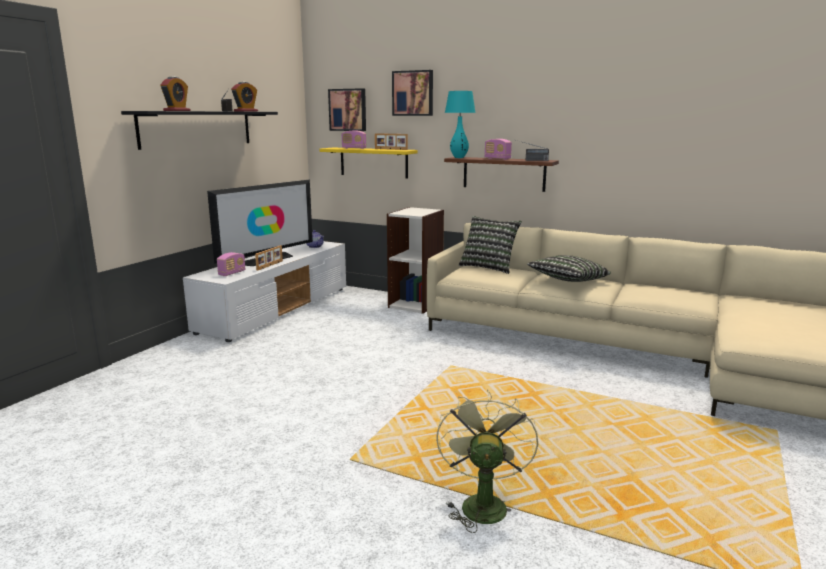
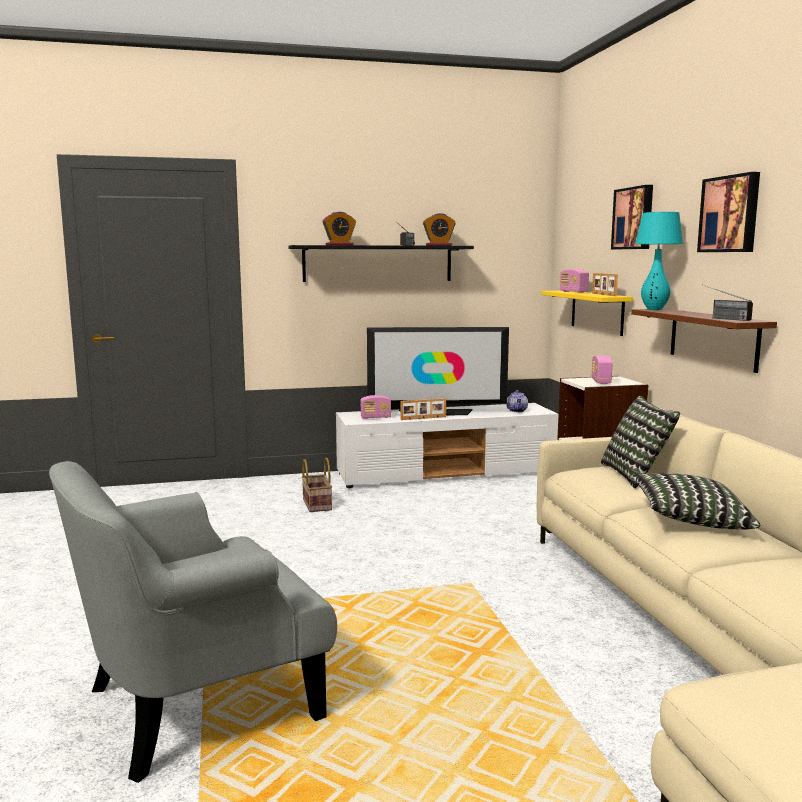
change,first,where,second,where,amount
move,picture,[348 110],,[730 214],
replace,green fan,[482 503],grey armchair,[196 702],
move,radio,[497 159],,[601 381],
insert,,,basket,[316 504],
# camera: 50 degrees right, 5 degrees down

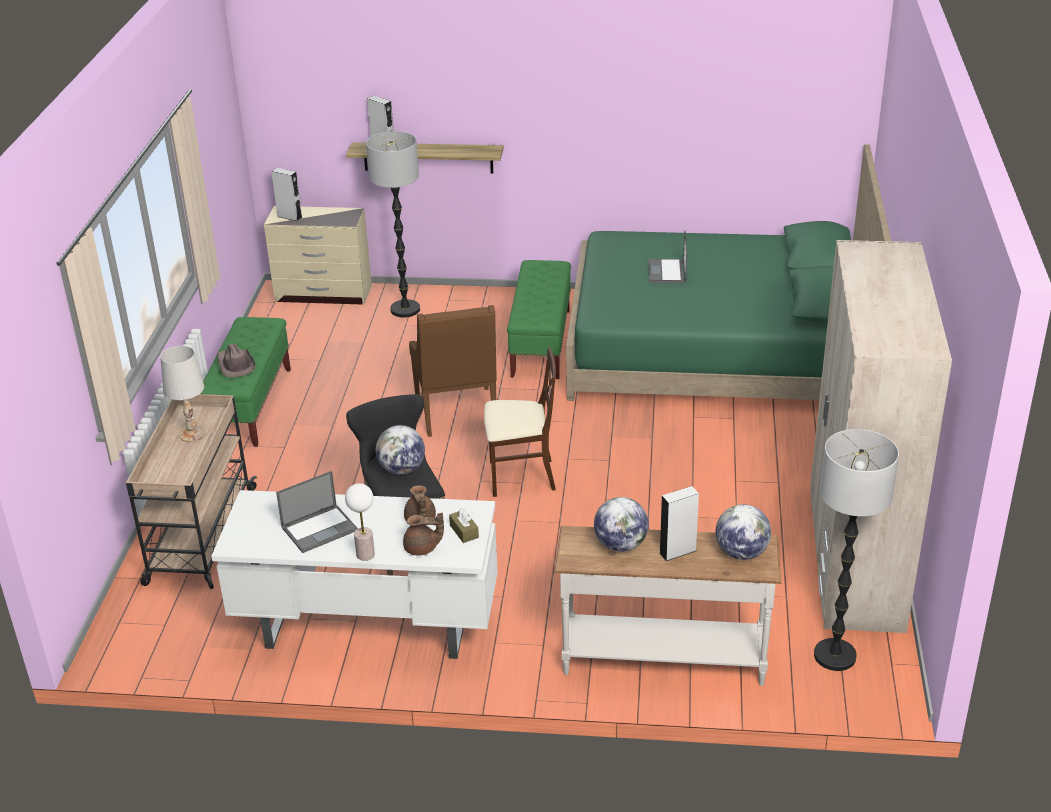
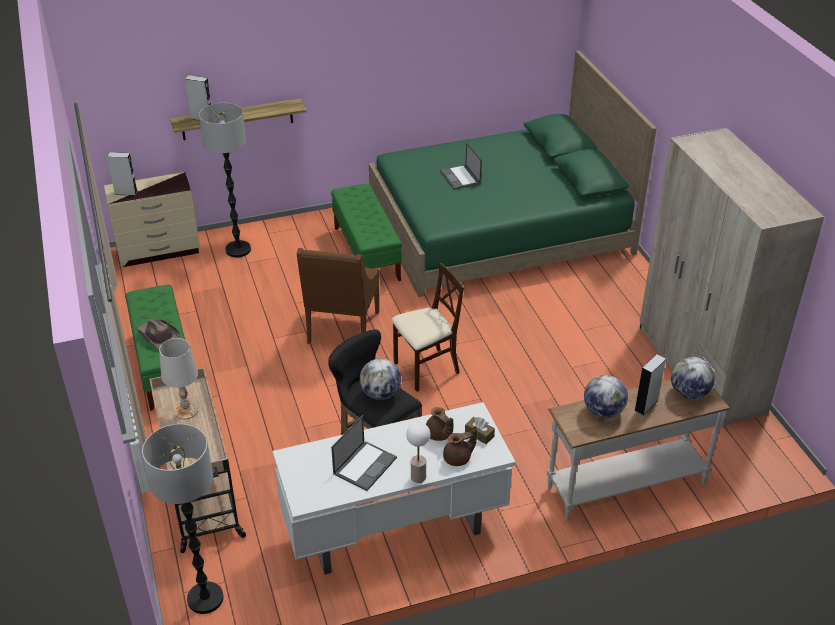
change,first,where,second,where,amount
rotate,brown armchair,[457 413],,[341 329],45 degrees clockwise
move,floor lamp,[835 656],,[205 598],
# camera: 25 degrees left, 5 degrees up

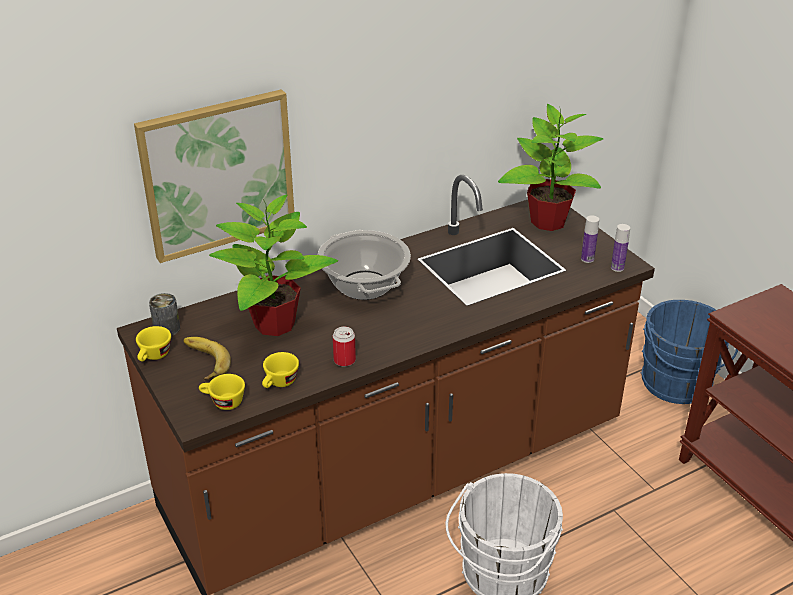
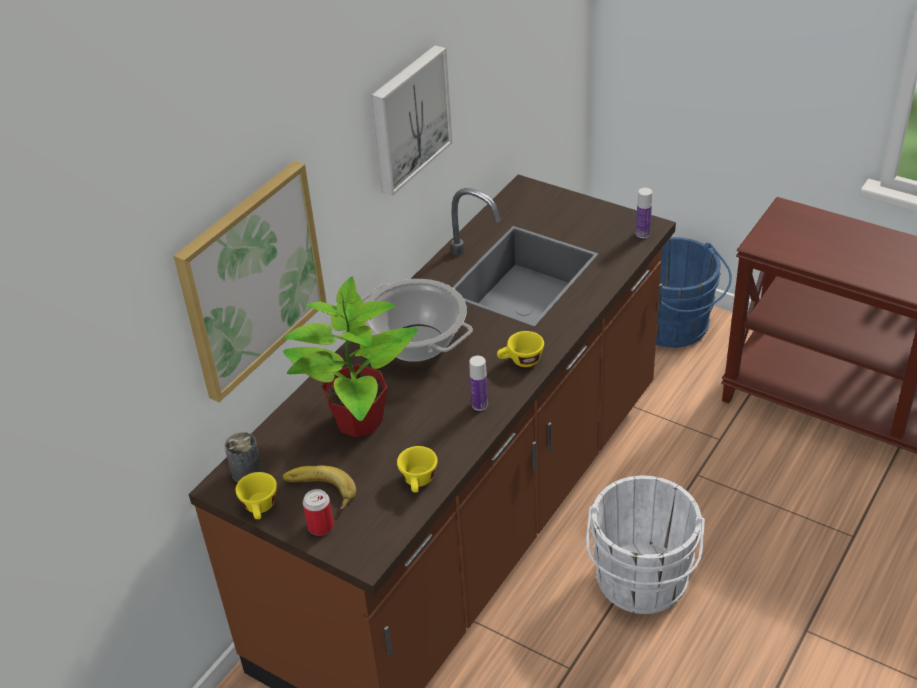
change,first,where,second,where,amount
move,yellow cup,[223 402],,[520 361],
move,can,[344 360],,[320 526],
delete,potted plant,[547 221],,,
move,bottle,[587 259],,[479 405],
insert,,,picture,[408 118],
# camera: 25 degrees left, 5 degrees up

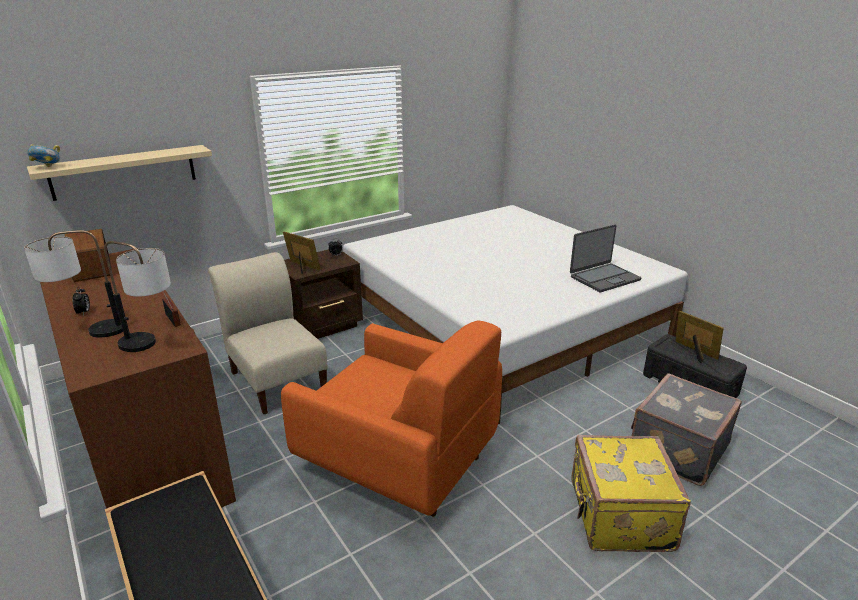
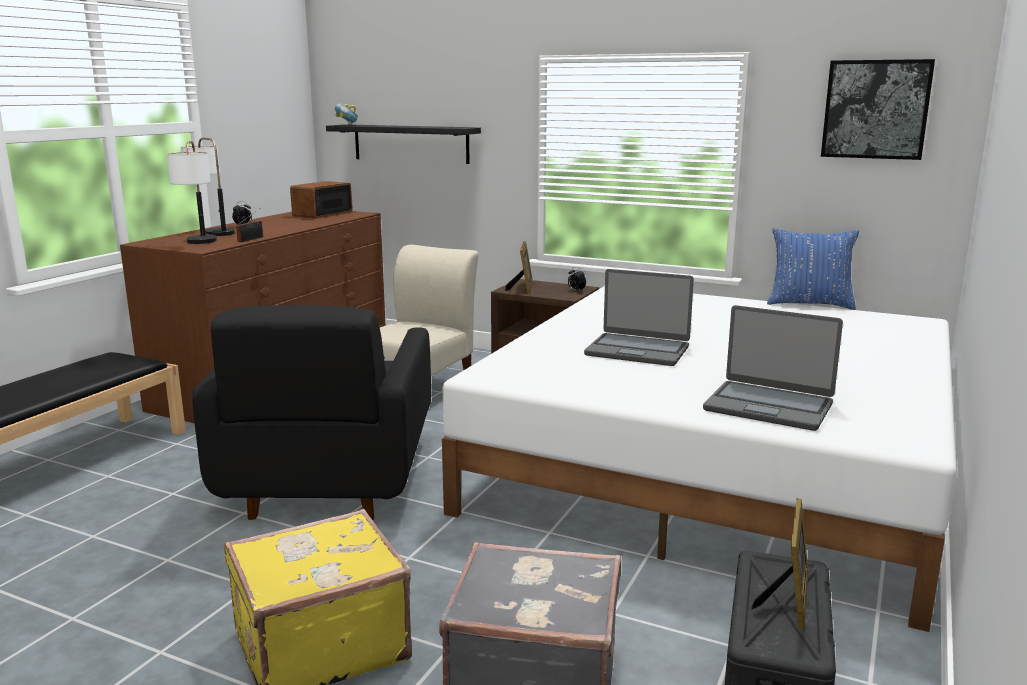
change,first,where,second,where,amount
recolor,beige shelf,[124 172],black shelf,[410 143],
recolor,orange armchair,[399 461],black armchair,[330 479],
insert,,,laptop,[637 351],
insert,,,blue pillow,[809 304],
insert,,,picture,[876 109],
# camera: 60 degrees right, 10 degrees down

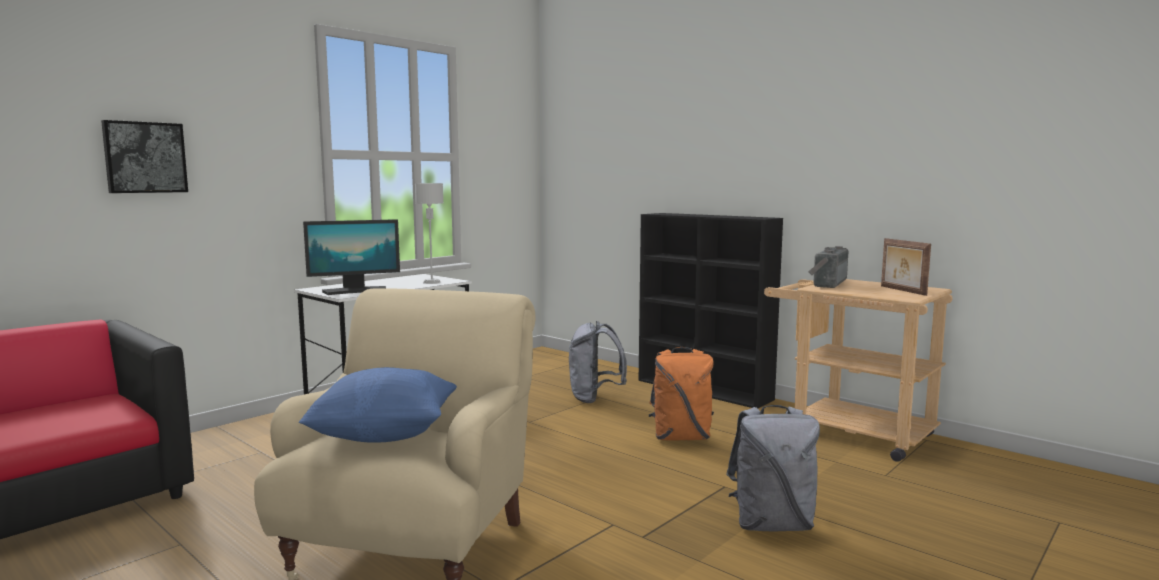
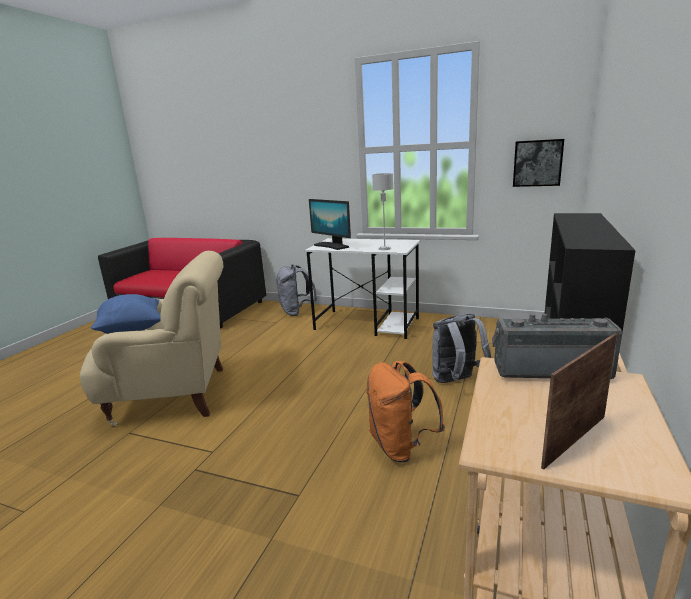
change,first,where,second,where,amount
move,picture,[145 157],,[537 163],
move,grey backpack,[771 524],,[296 312],
# camera: 70 degrees right, 10 degrees up

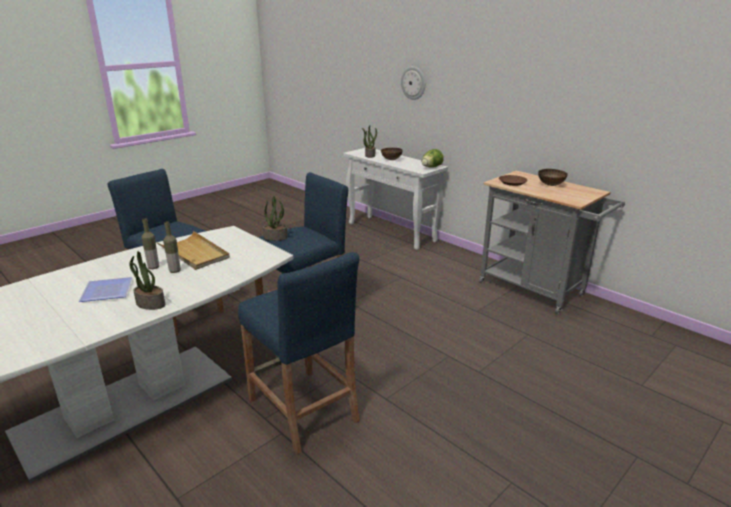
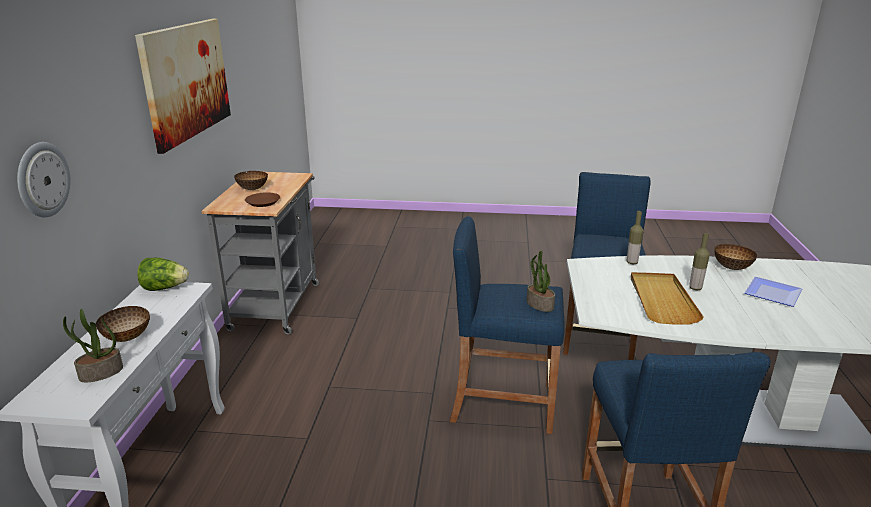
change,first,where,second,where,amount
replace,potted plant,[150 304],bowl,[732 268],
move,bottle,[153 267],,[632 262],
insert,,,picture,[186 80],
# camera: 130 degrees left, 0 degrees up

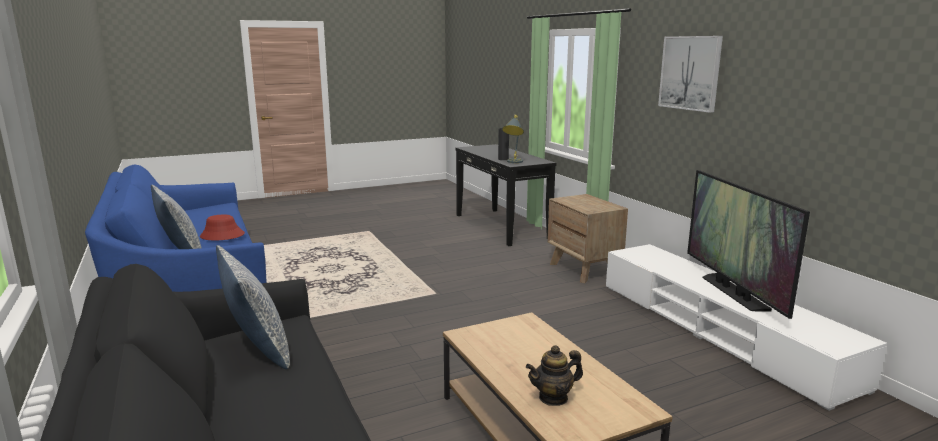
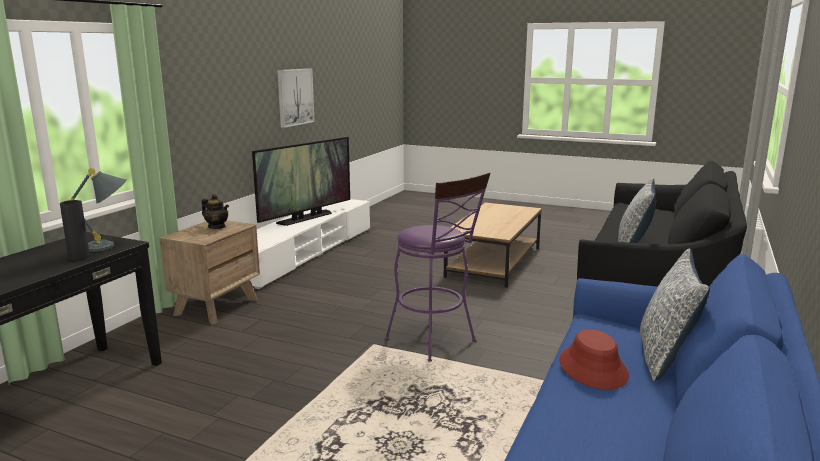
change,first,where,second,where,amount
move,teapot,[553 397],,[217 227],
move,picture,[690 73],,[295 97],
insert,,,purple stool,[435 342],
# camera: 130 degrees left, 0 degrees up

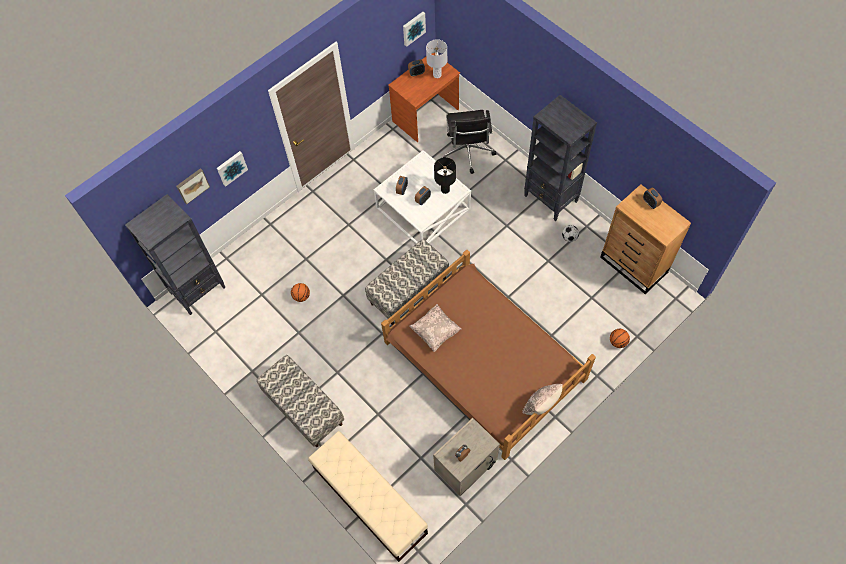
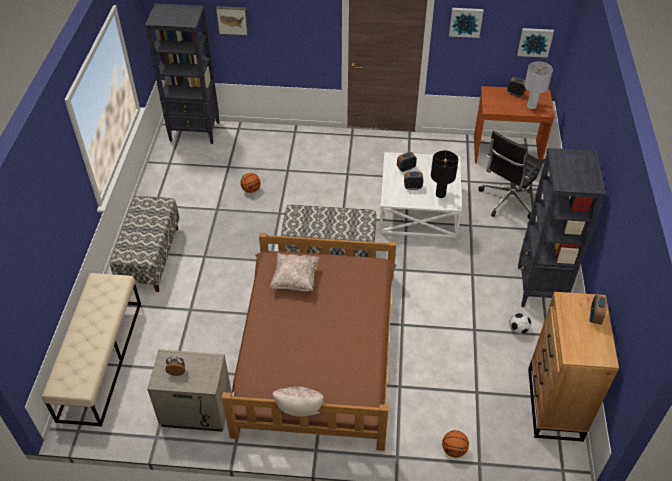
change,first,where,second,where,amount
move,picture,[231 167],,[465 21],
# camera: 45 degrees right, 15 degrees down

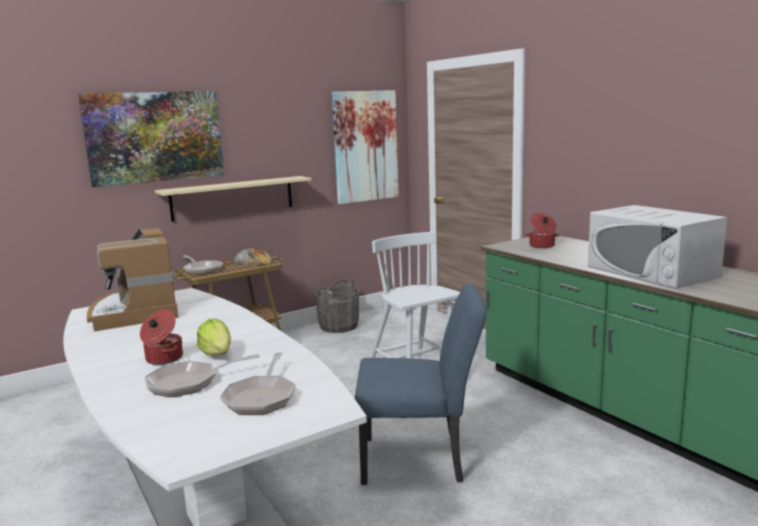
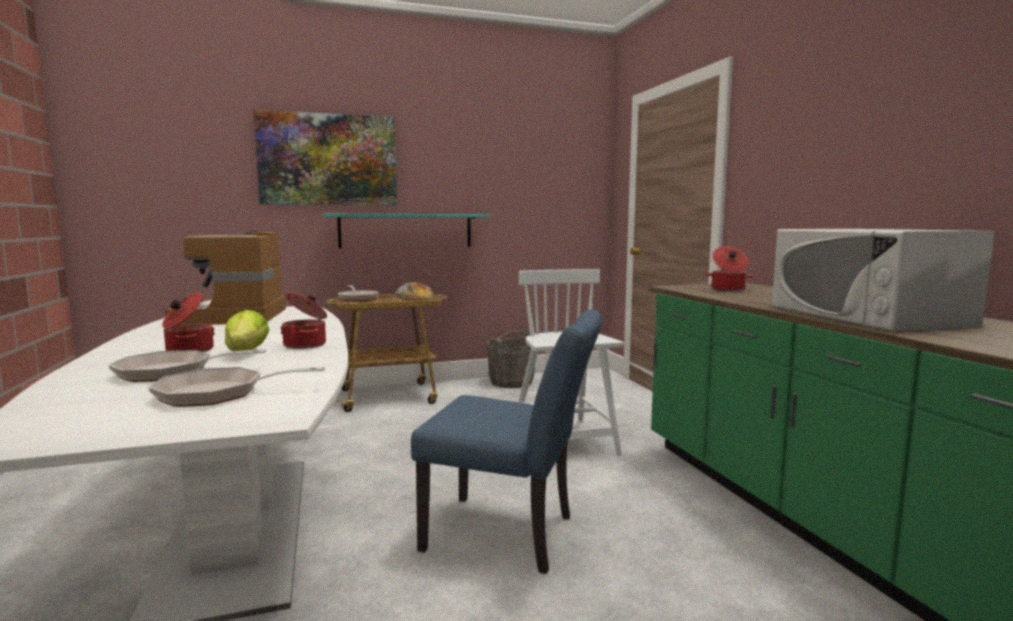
change,first,where,second,where,amount
recolor,beige shelf,[233 198],turquoise shelf,[406 230],
rotate,frying pan,[261 397],,[219 394],60 degrees clockwise
delete,picture,[365 146],,,
insert,,,cooking pot,[306 345],
# camera: 15 degrees right, 5 degrees down

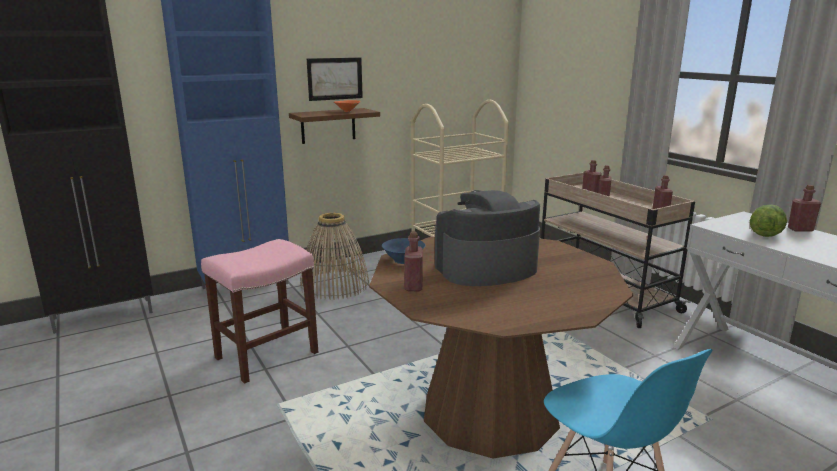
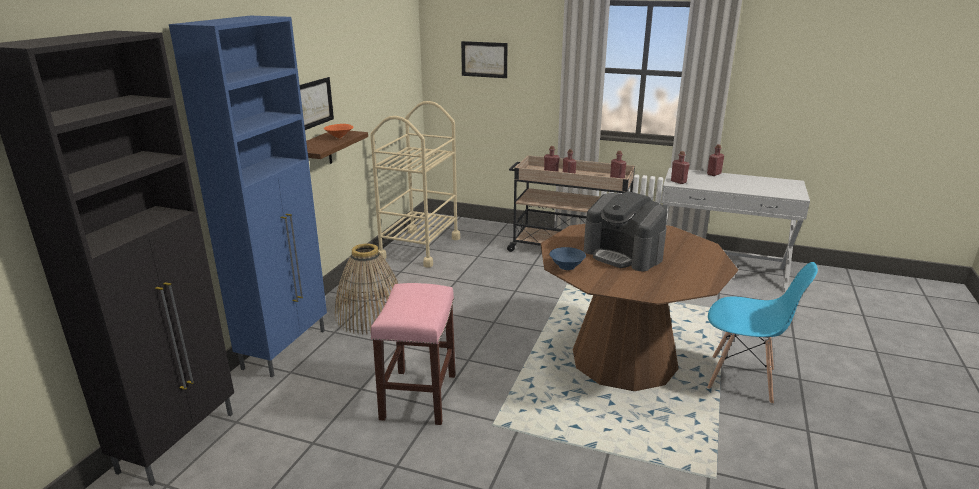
change,first,where,second,where,amount
move,red bottle,[413 286],,[678 181],
rotate,coffee machine,[486 268],,[623 254],75 degrees counterclockwise
delete,lettuce,[765 233],,,
insert,,,picture,[484 59],
# camera: 40 degrees left, 5 degrees up

